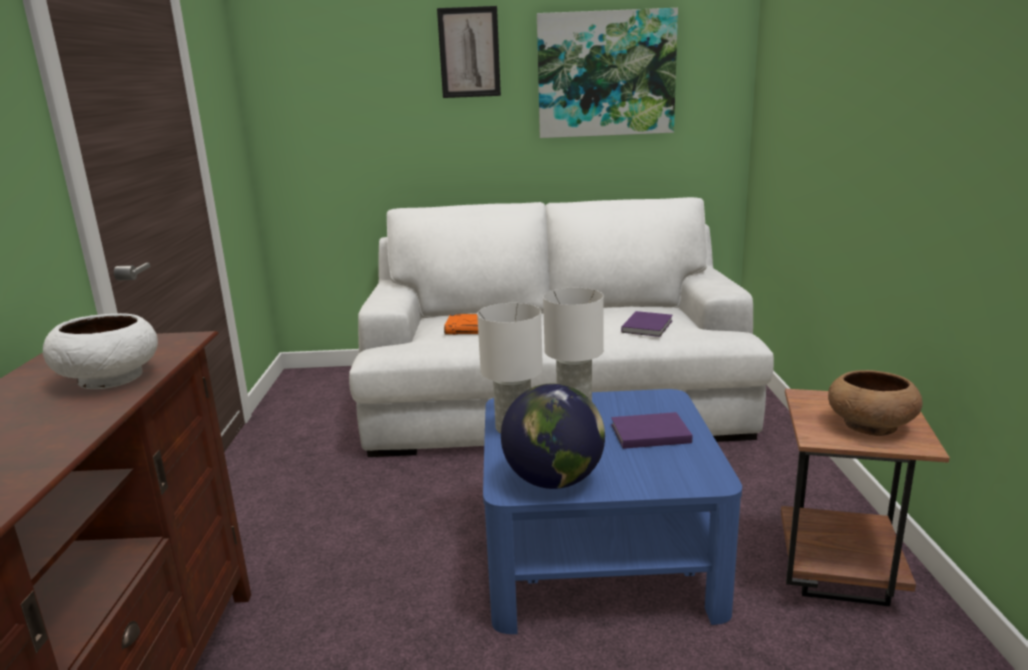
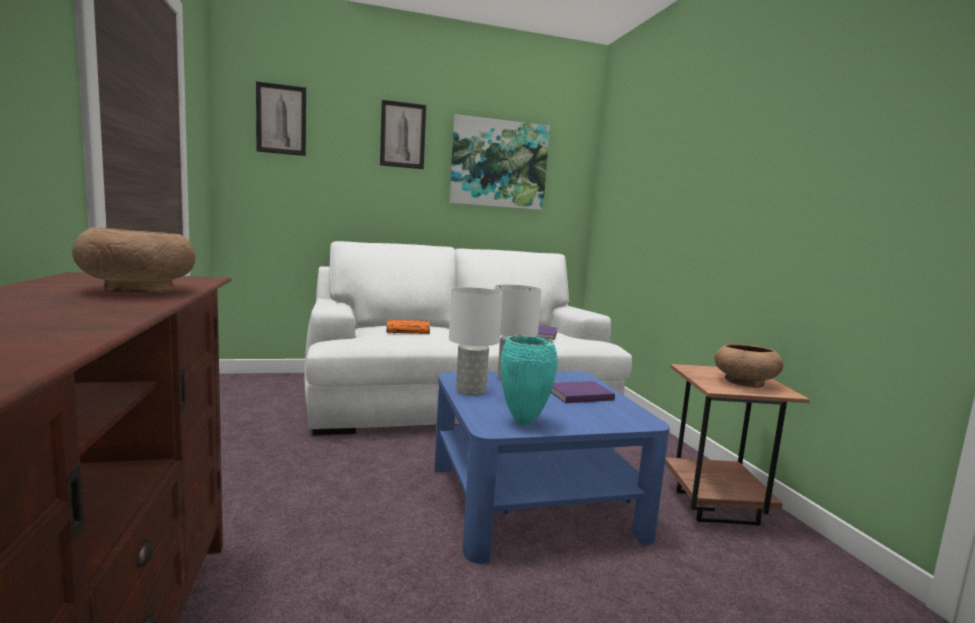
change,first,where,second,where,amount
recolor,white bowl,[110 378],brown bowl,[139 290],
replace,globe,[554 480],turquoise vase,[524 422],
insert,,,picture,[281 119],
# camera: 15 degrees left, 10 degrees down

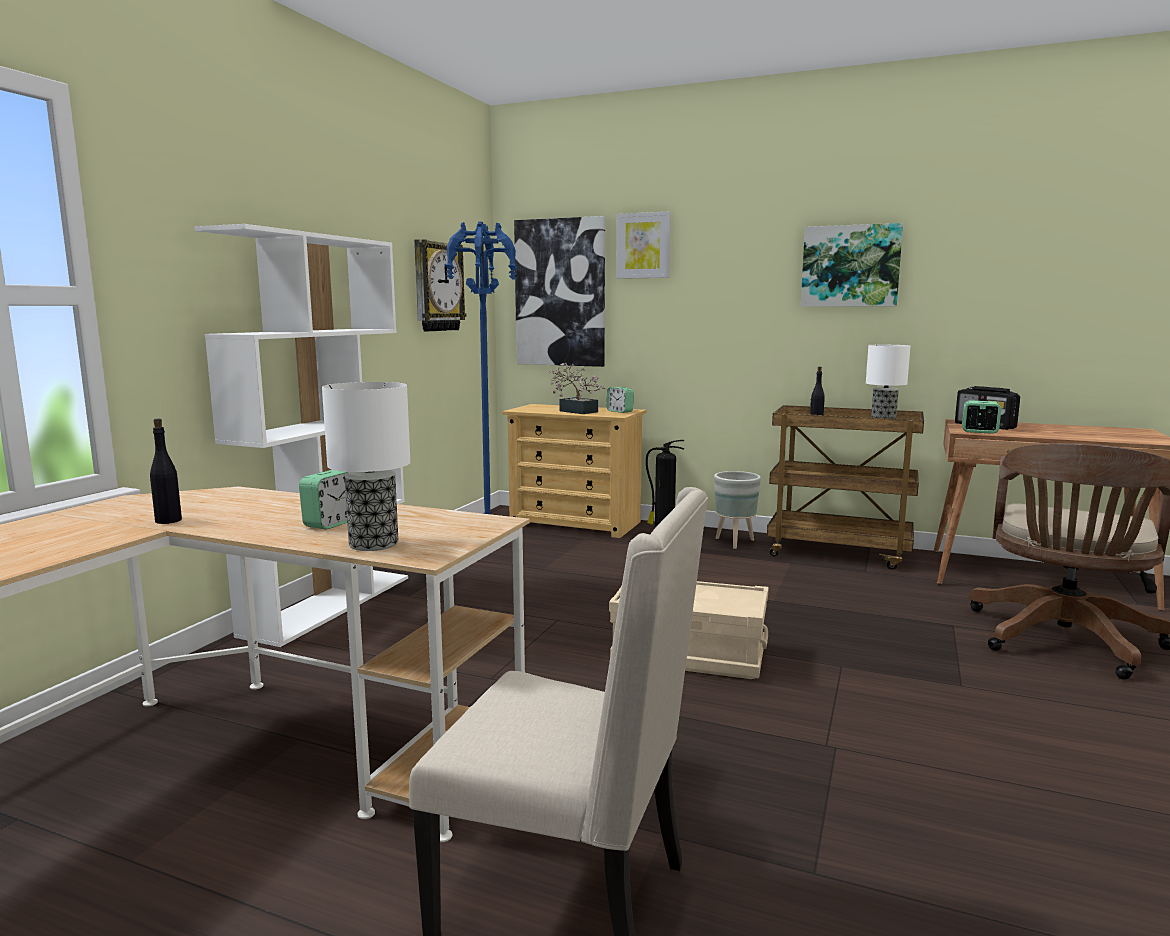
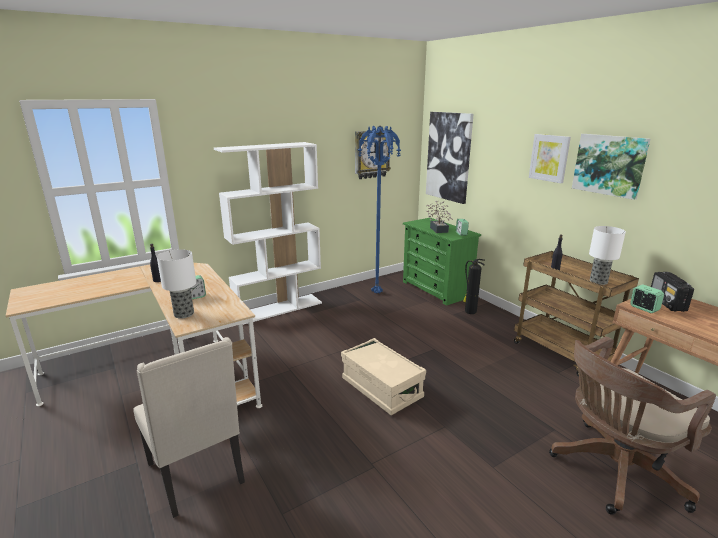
change,first,where,second,where,amount
recolor,beige dresser,[576 523],green dresser,[436 289],
move,picture,[643 246],,[549 158],
delete,grey planter,[734 542],,,
# camera: 35 degrees right, 10 degrees up

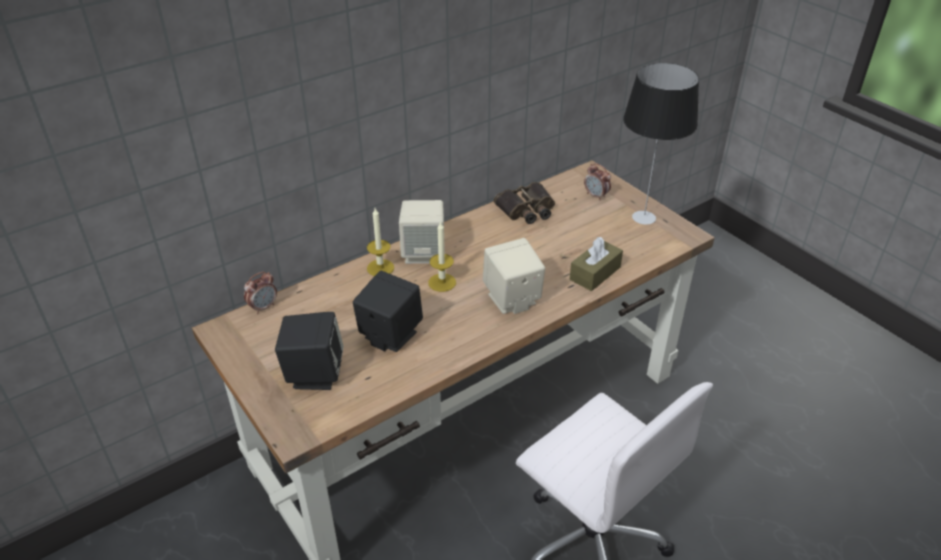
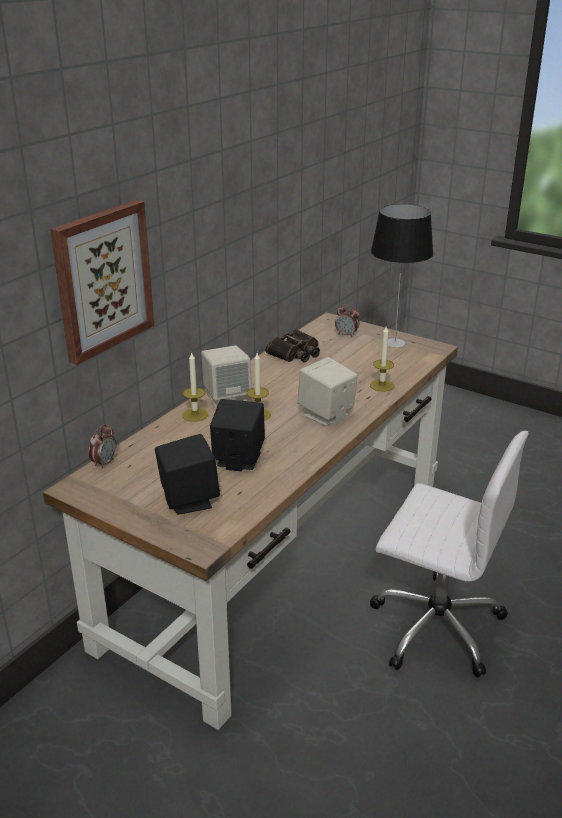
change,first,where,second,where,amount
replace,brown tissue box,[595 273],candle,[382 385],
insert,,,picture,[102 280],
# camera: 20 degrees left, 10 degrees down

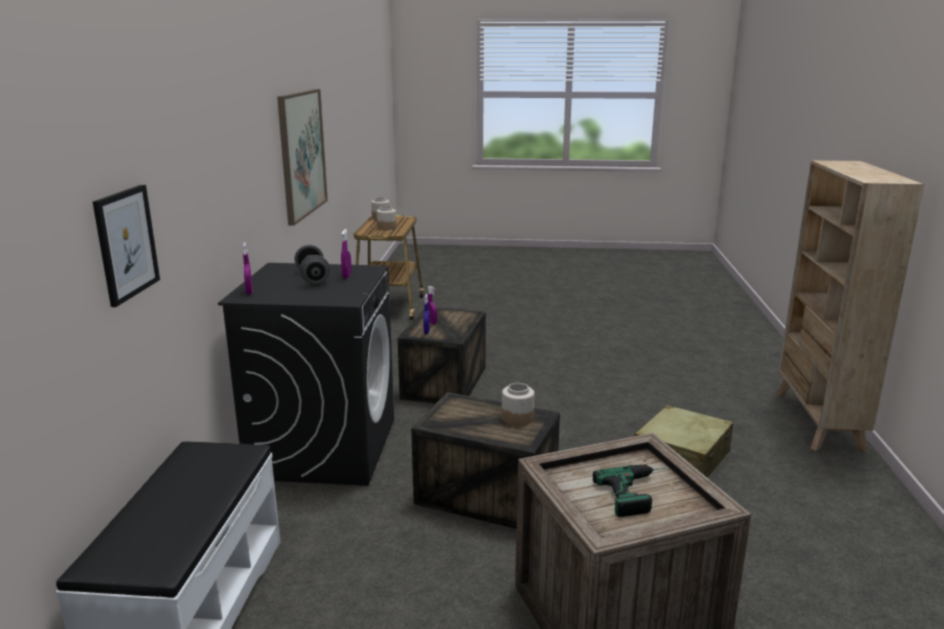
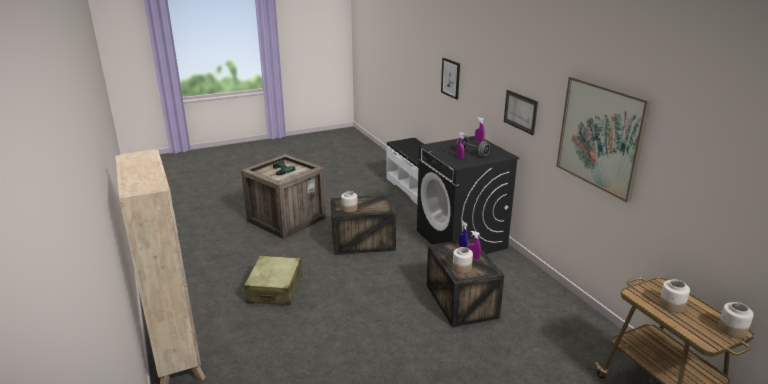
change,first,where,second,where,amount
insert,,,jar,[461 268],
insert,,,picture,[520 111],
# camera: 150 degrees right, 5 degrees up

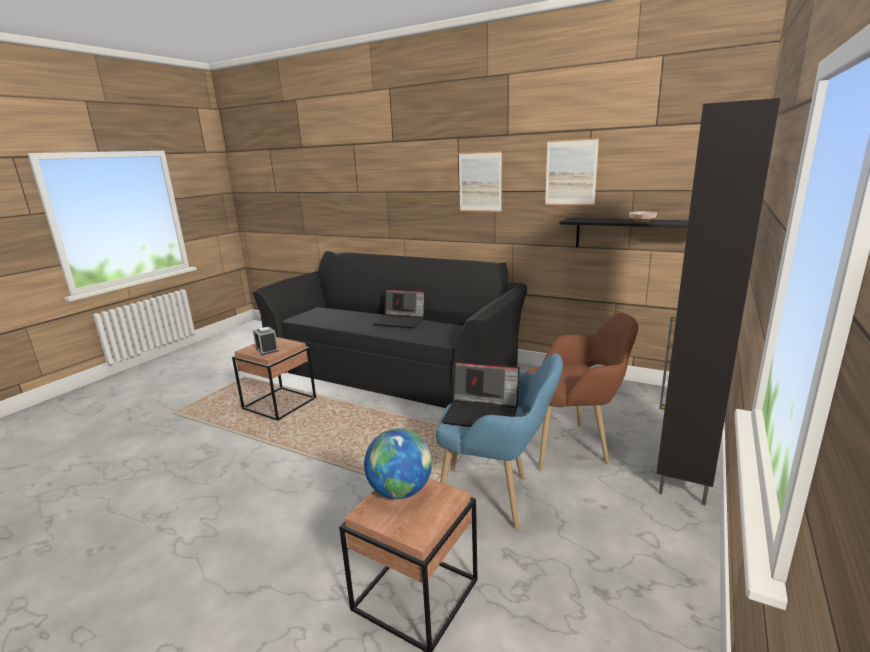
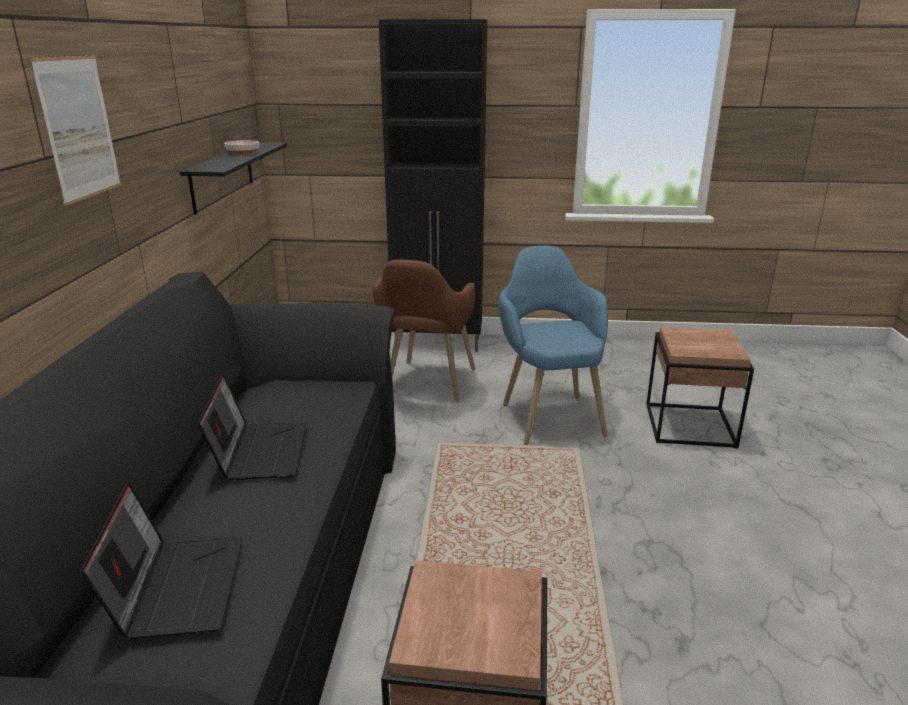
change,first,where,second,where,amount
delete,alarm clock,[267 350],,,
delete,globe,[400 491],,,
move,laptop,[482 414],,[177 586],
rotate,brown armchair,[573 445],,[427 387],135 degrees counterclockwise
delete,picture,[571 172],,,
# camera: 115 degrees left, 5 degrees up

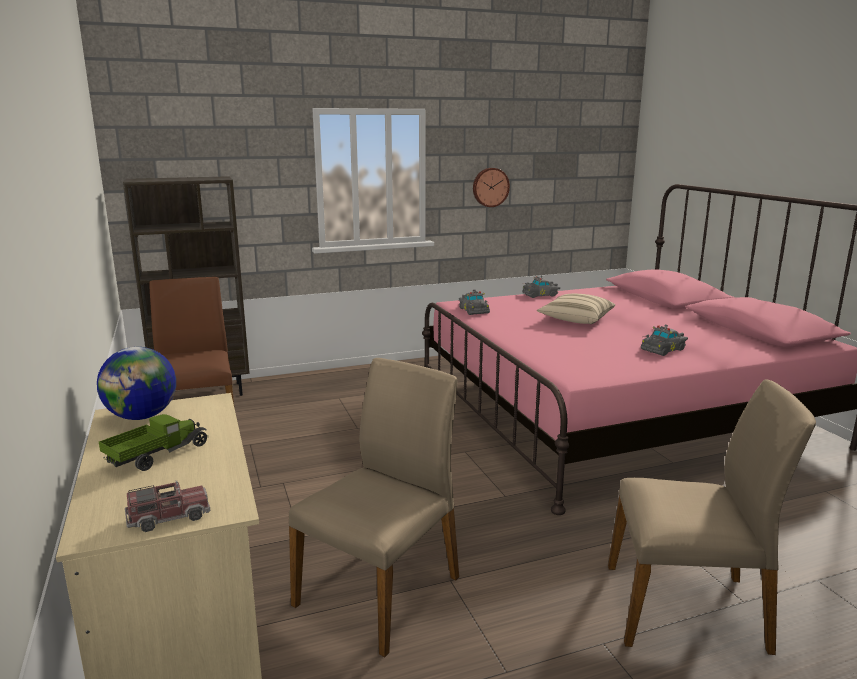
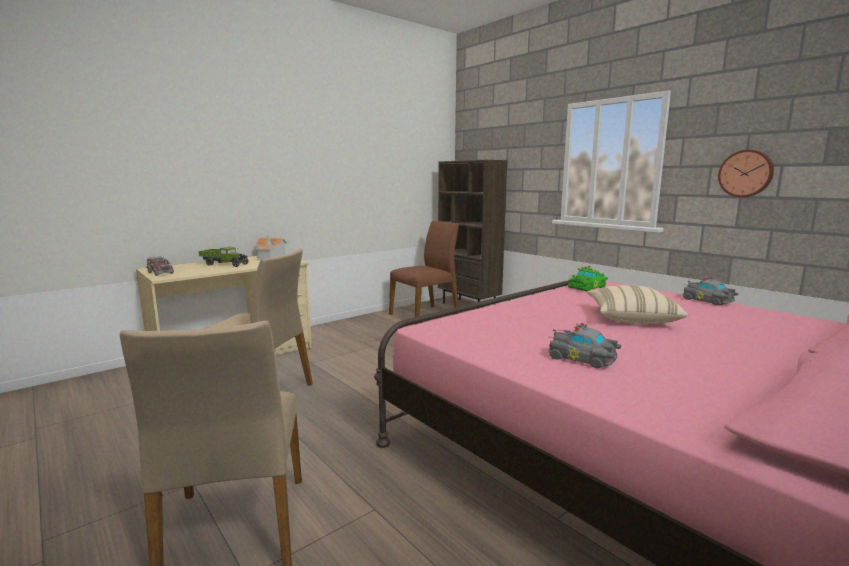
change,first,where,second,where,amount
replace,globe,[142 416],toy house,[271 257],
recolor,grey toy car,[474 310],green toy car,[588 287],
# camera: 70 degrees right, 5 degrees down

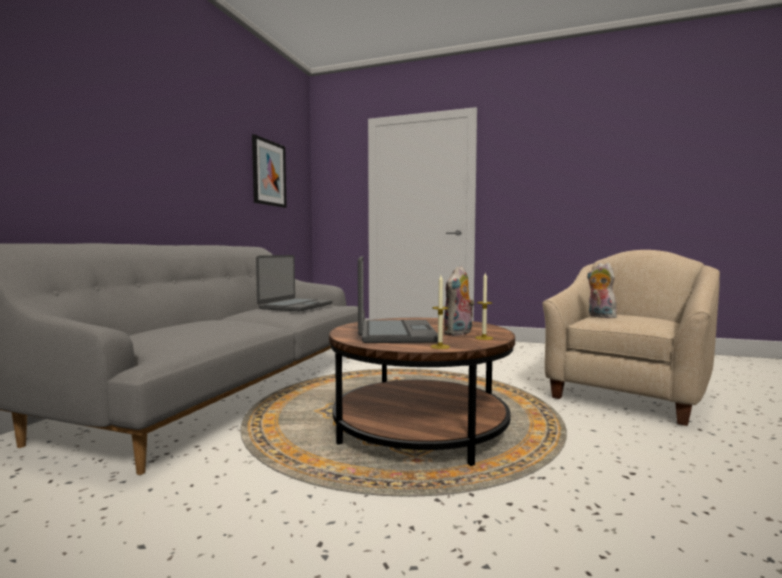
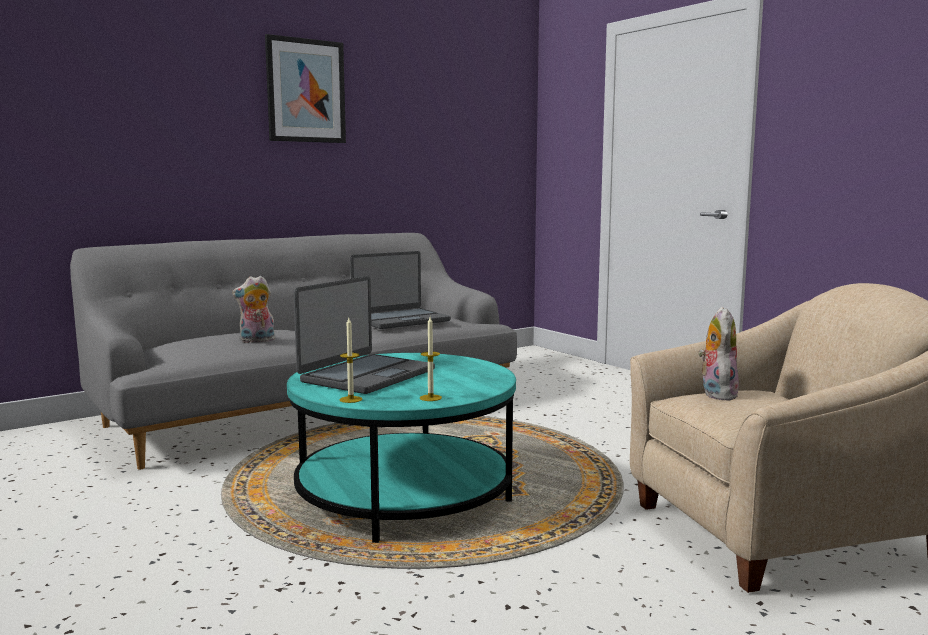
change,first,where,second,where,amount
move,picture,[268 173],,[305 91],
recolor,brown coffee table,[420 428],turquoise coffee table,[404 495],
move,plush toy,[459 333],,[256 341],
# camera: 35 degrees right, 5 degrees up

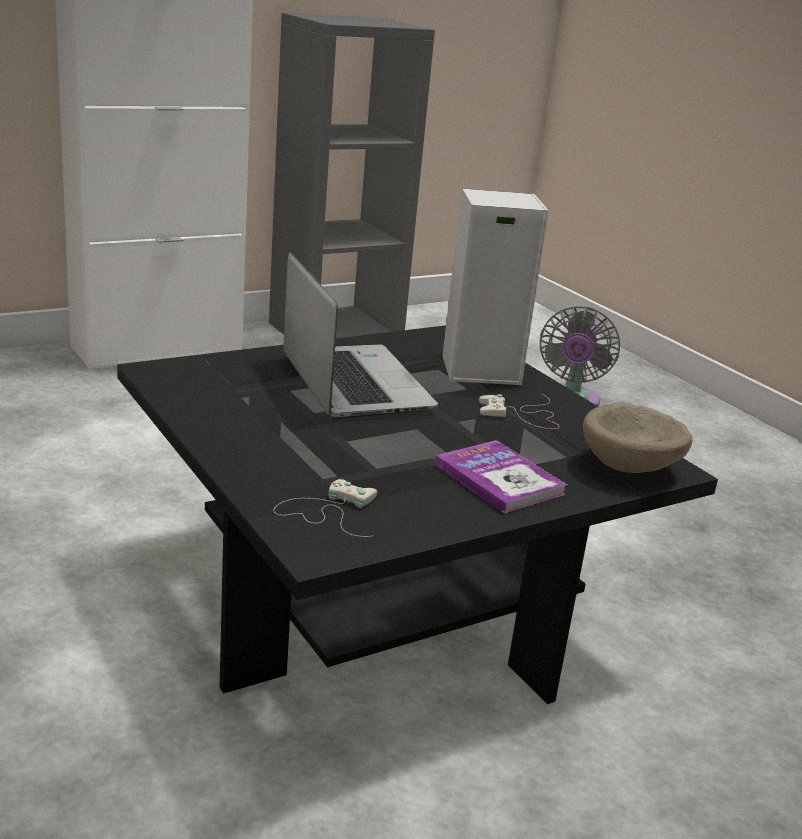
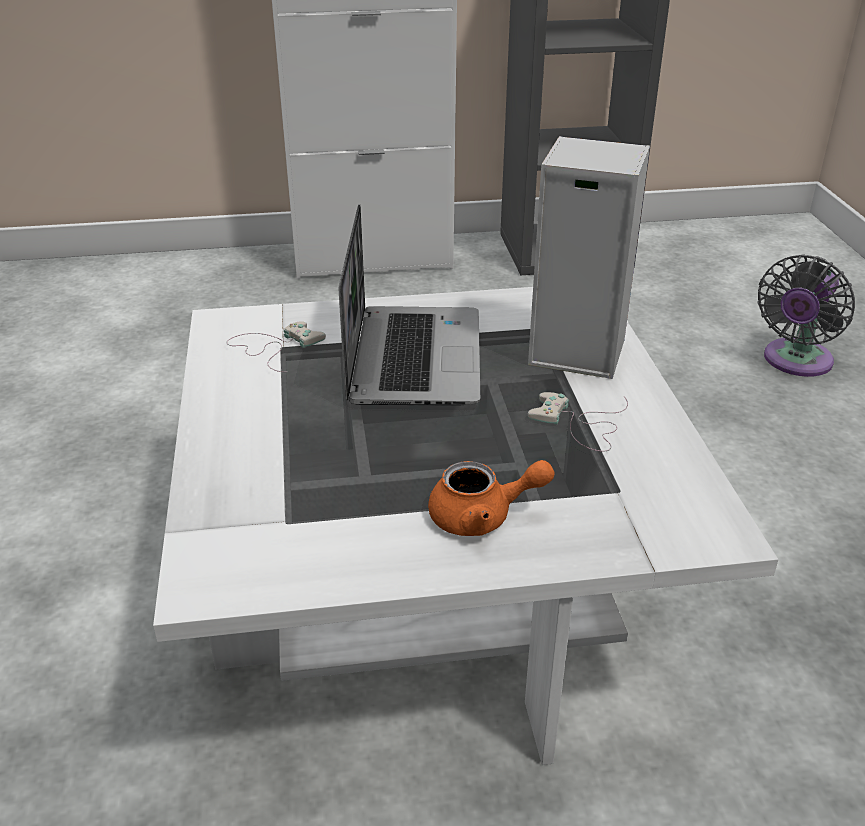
change,first,where,second,where,amount
recolor,black coffee table,[382 600],white coffee table,[432 590],
move,white game controller,[328 511],,[274 347],
replace,book,[499 479],orange teapot,[482 516],
delete,beige bowl,[631 468],,,
# camera: 25 degrees right, 10 degrees up

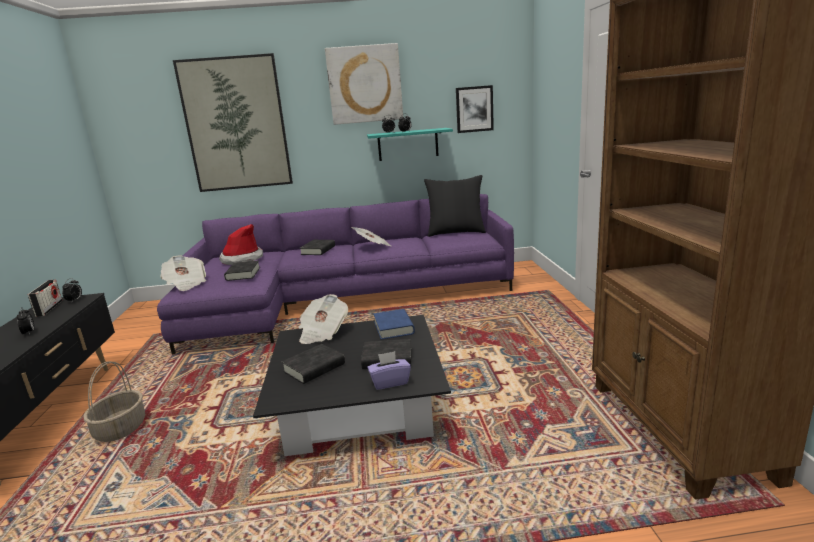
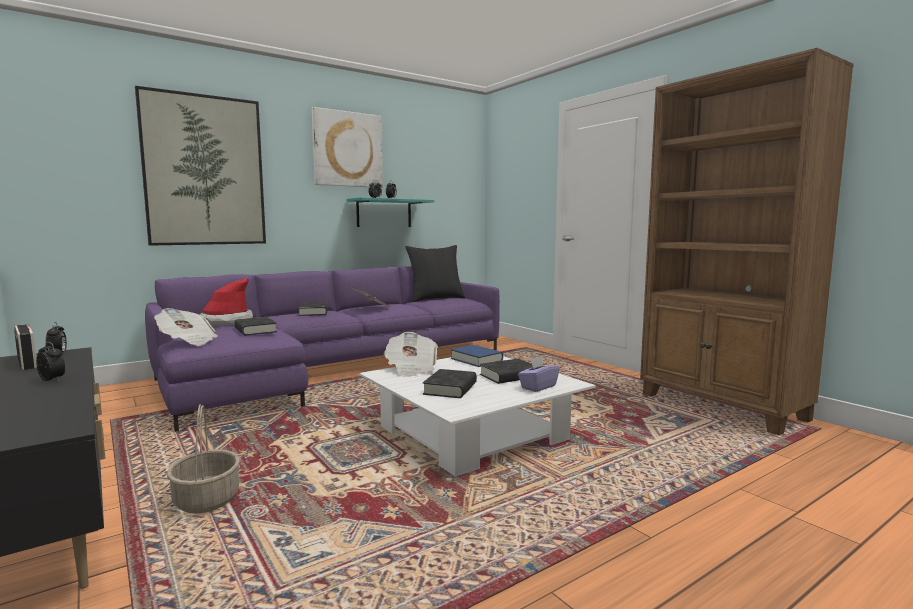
change,first,where,second,where,amount
recolor,black coffee table,[359 404],white coffee table,[472 433],
delete,picture,[474 109],,,
# camera: 30 degrees left, 10 degrees down

